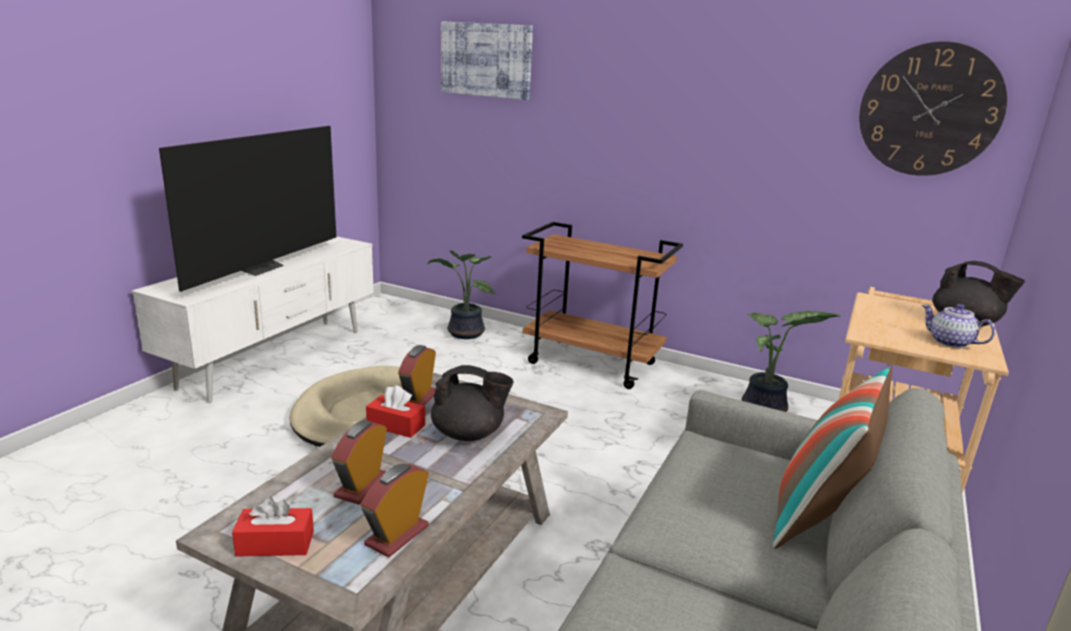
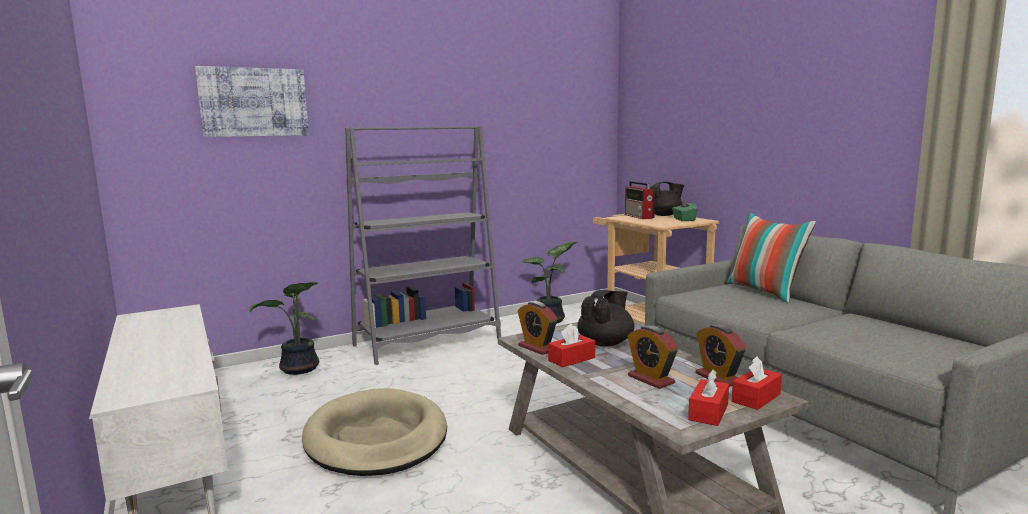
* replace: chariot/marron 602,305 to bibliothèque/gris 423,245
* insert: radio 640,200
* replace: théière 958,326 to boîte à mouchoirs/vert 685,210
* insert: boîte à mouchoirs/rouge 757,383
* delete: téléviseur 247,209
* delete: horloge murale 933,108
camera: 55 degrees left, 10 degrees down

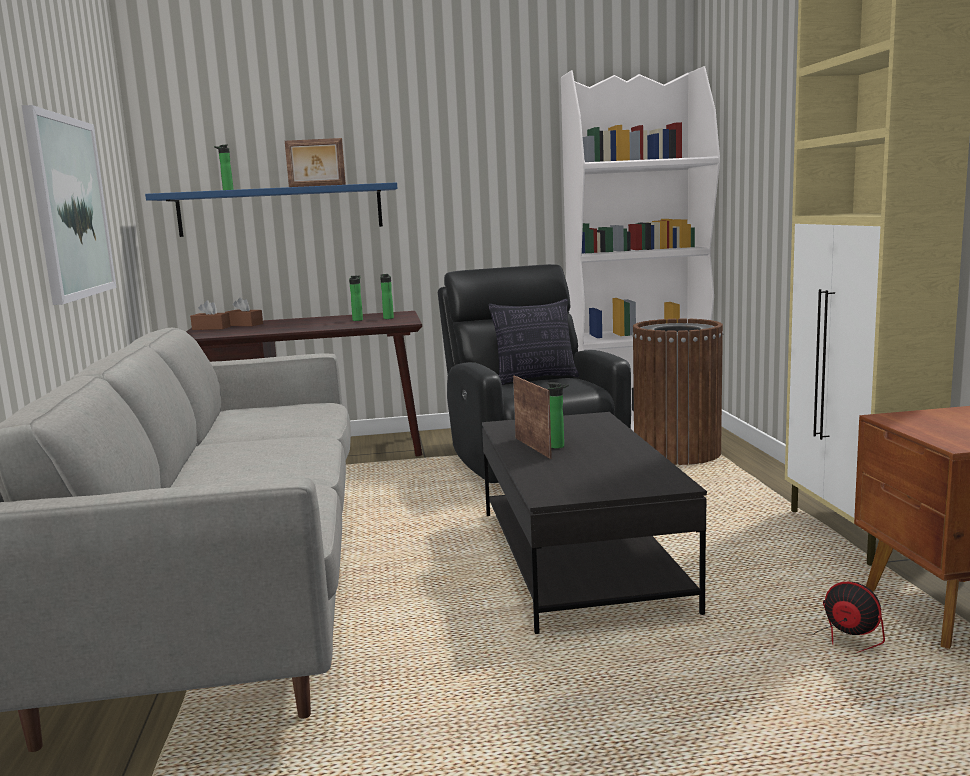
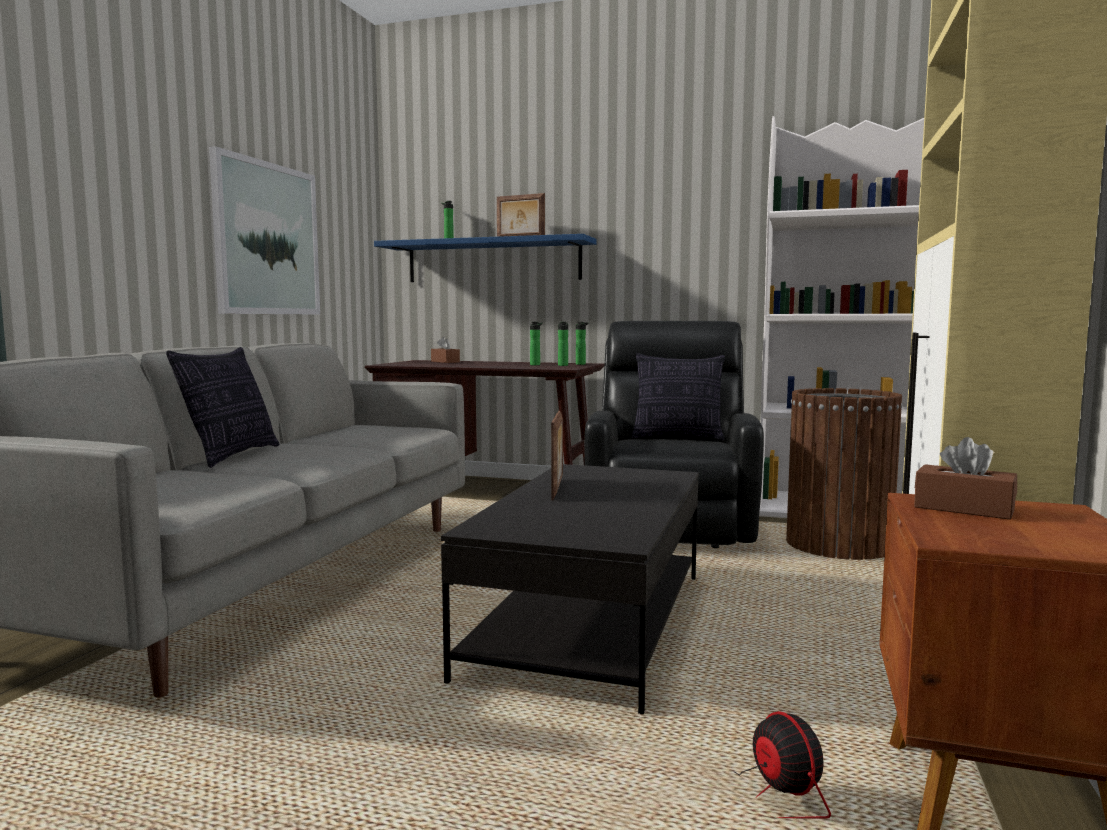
* insert: coussin 222,407
* move: bouteille 558,415 to 582,343
* move: boîte à mouchoirs/marron 210,315 to 965,478
camera: 25 degrees right, 5 degrees down

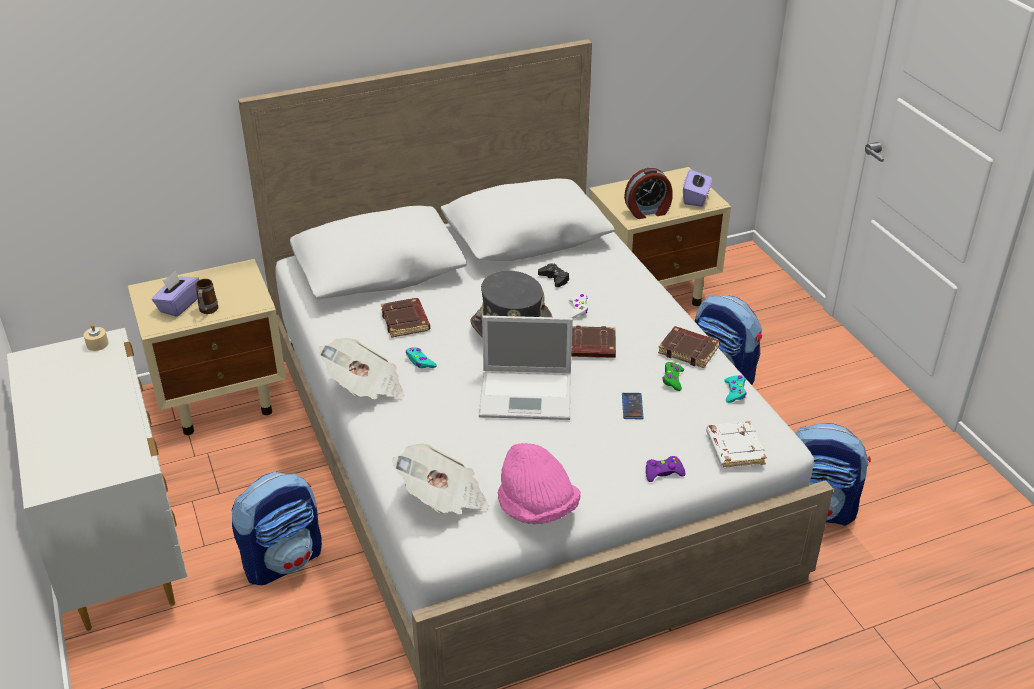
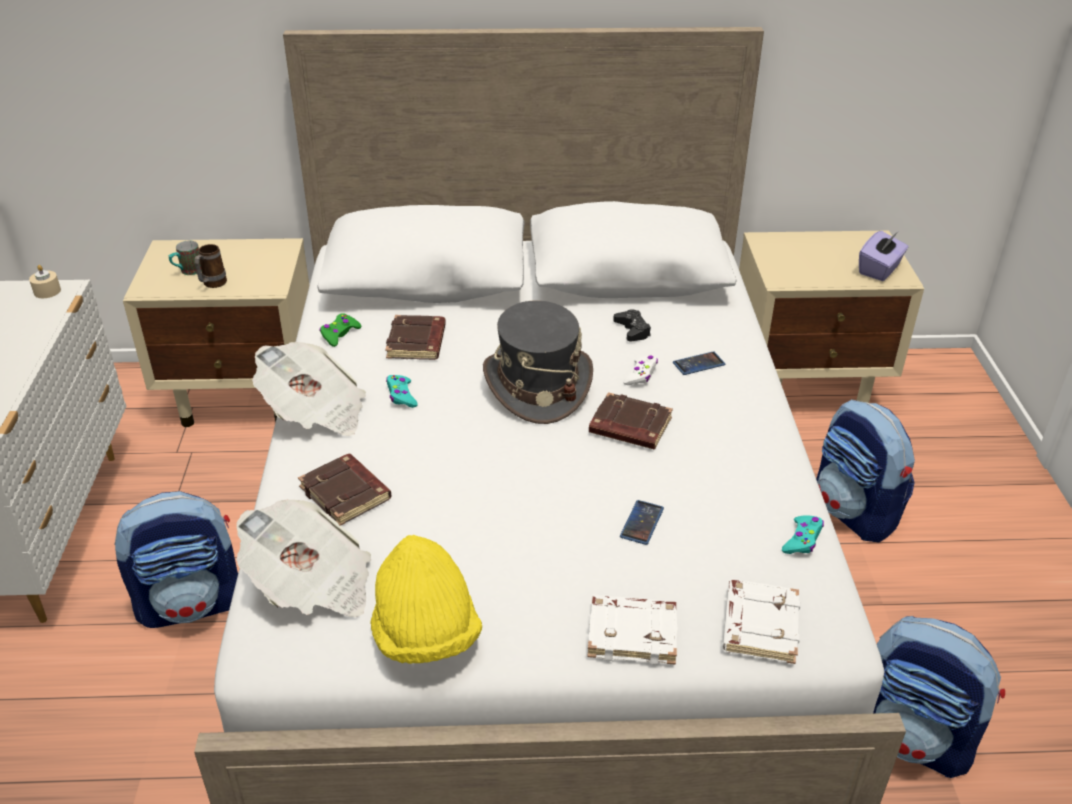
* replace: boîte à mouchoirs/violet 176,294 to mug 185,258
* move: livre/marron 689,347 to 345,490
* move: manette/vert 673,376 to 340,330
* recolor: chapeau/rose 539,484 to chapeau/jaune 426,599
* replace: manette/violet 666,469 to livre/blanc 632,630
* insert: téléphone 699,363
* delete: ordinateur portable 526,368
* delete: réveil 648,193
camera: 20 degrees right, 0 degrees up

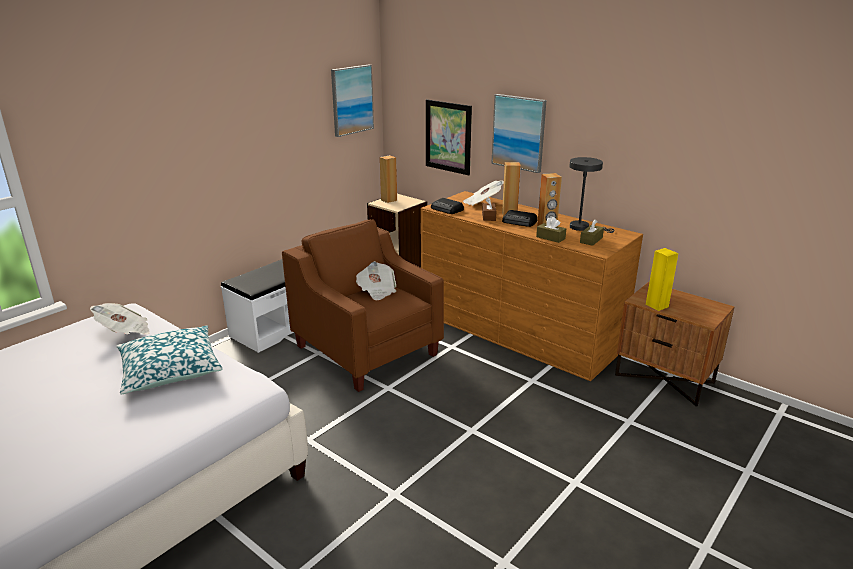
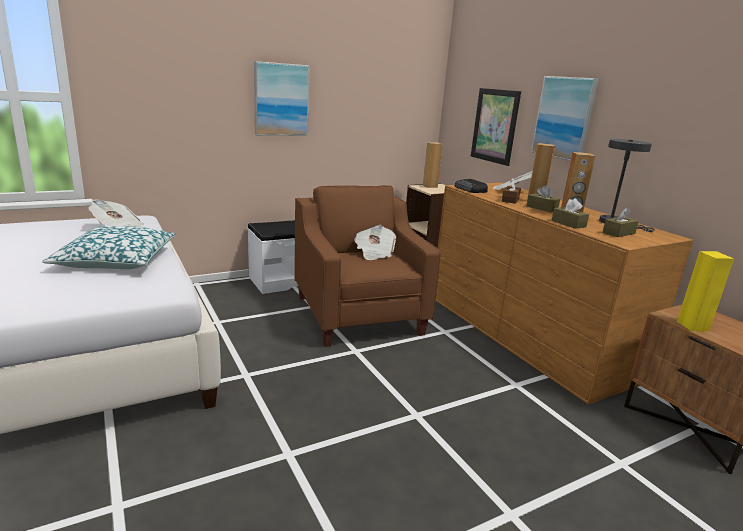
* move: tableau 352,101 to 282,98
* replace: radio 520,218 to boîte à mouchoirs/marron 543,198
camera: 20 degrees right, 5 degrees down

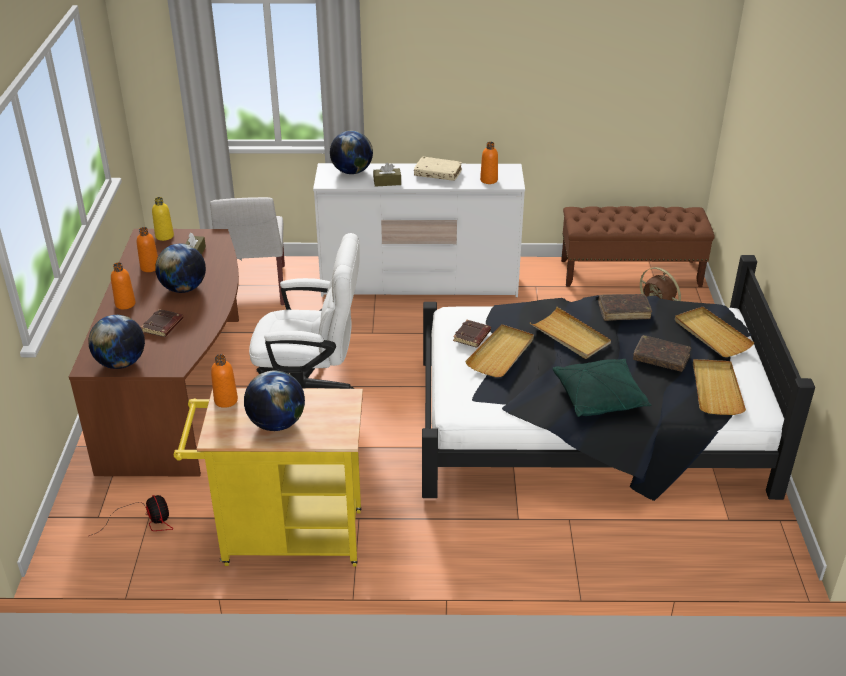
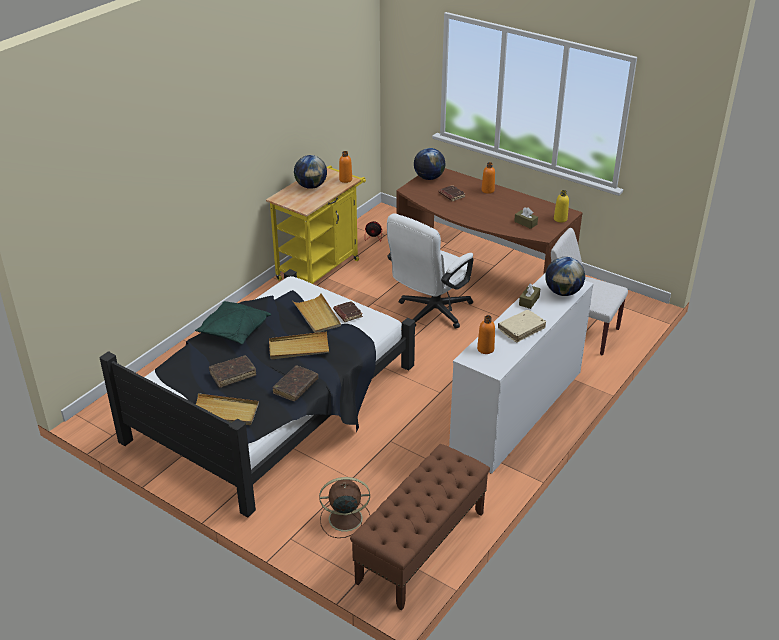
* delete: bouteille/orange 147,249
* delete: globe 180,268
* delete: plateau/beige 719,387
camera: 125 degrees right, 0 degrees up

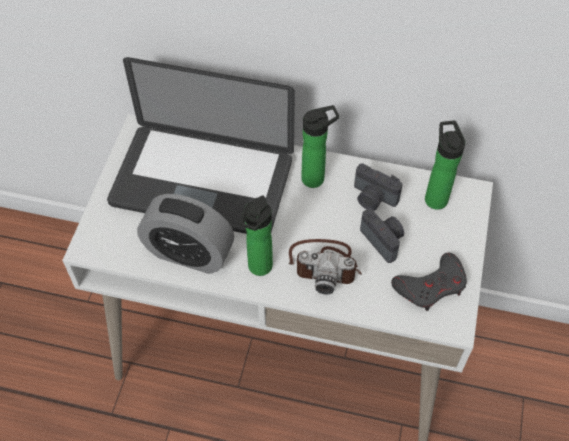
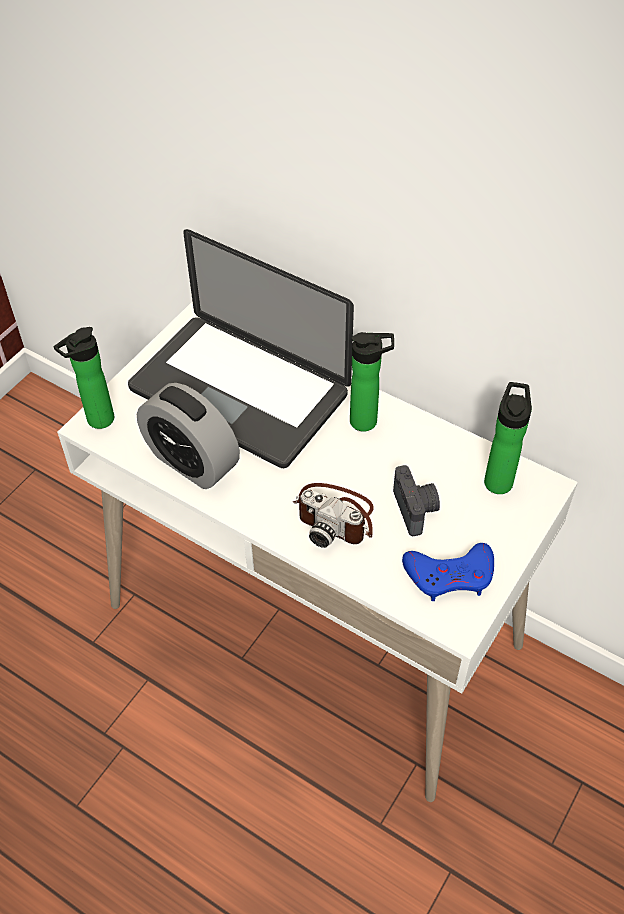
* move: bouteille 256,236 to 84,378
* recolor: manette/gris 429,282 to manette/bleu 448,572
* delete: appareil photo 378,187
camera: 20 degrees right, 5 degrees down

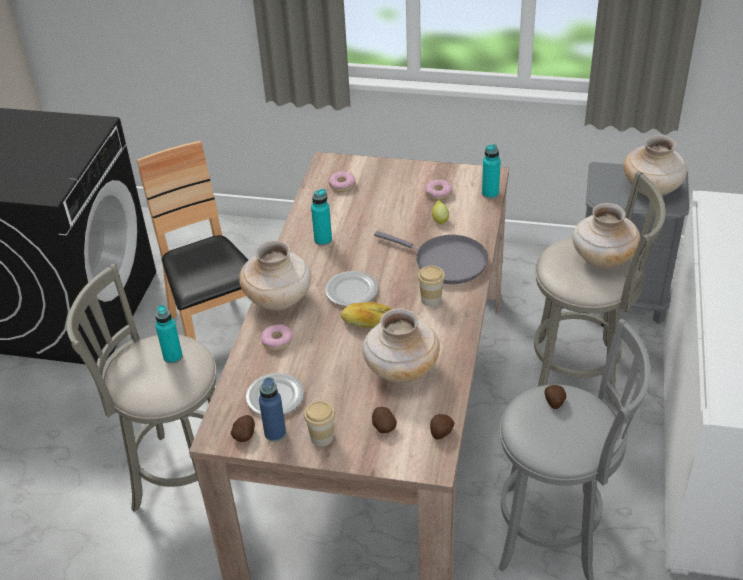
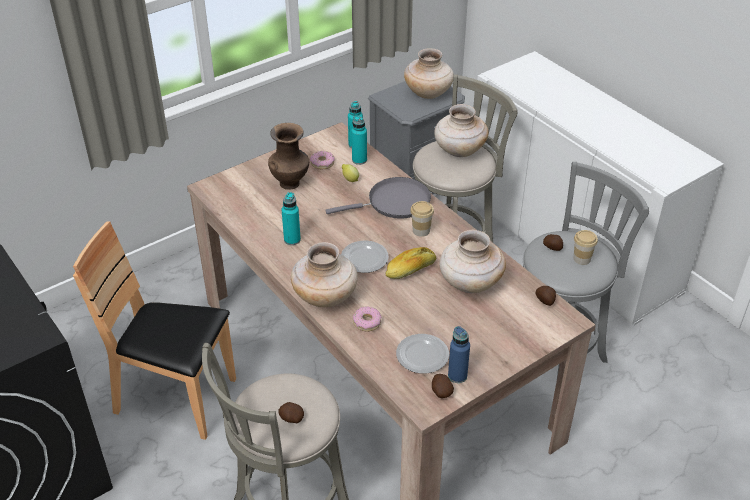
* insert: vase/marron 288,156
* move: pomme de terre 384,420 to 291,412
* move: bouteille/turquoise 169,334 to 359,140
* move: tasse 319,424 to 585,247
* delete: beignet 342,181
camera: 50 degrees left, 0 degrees up

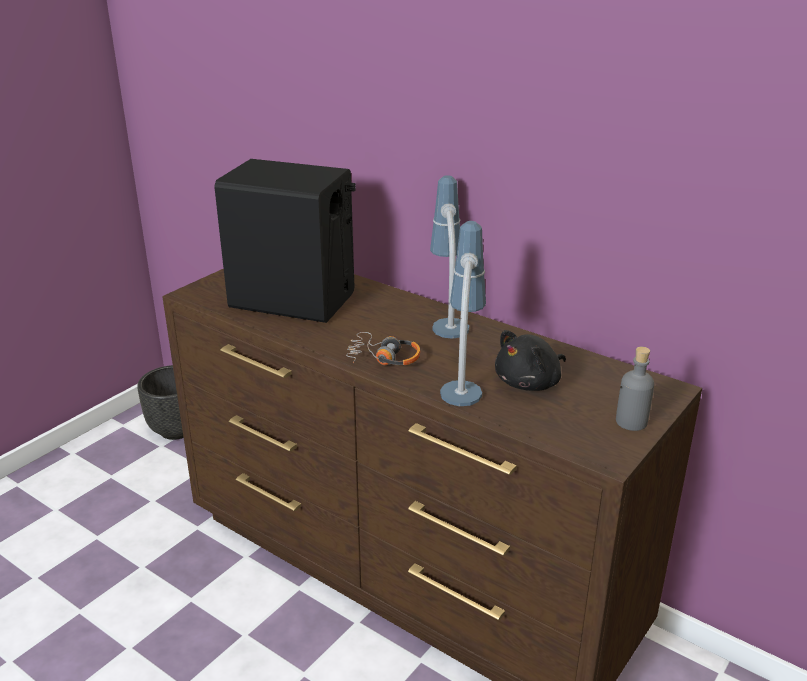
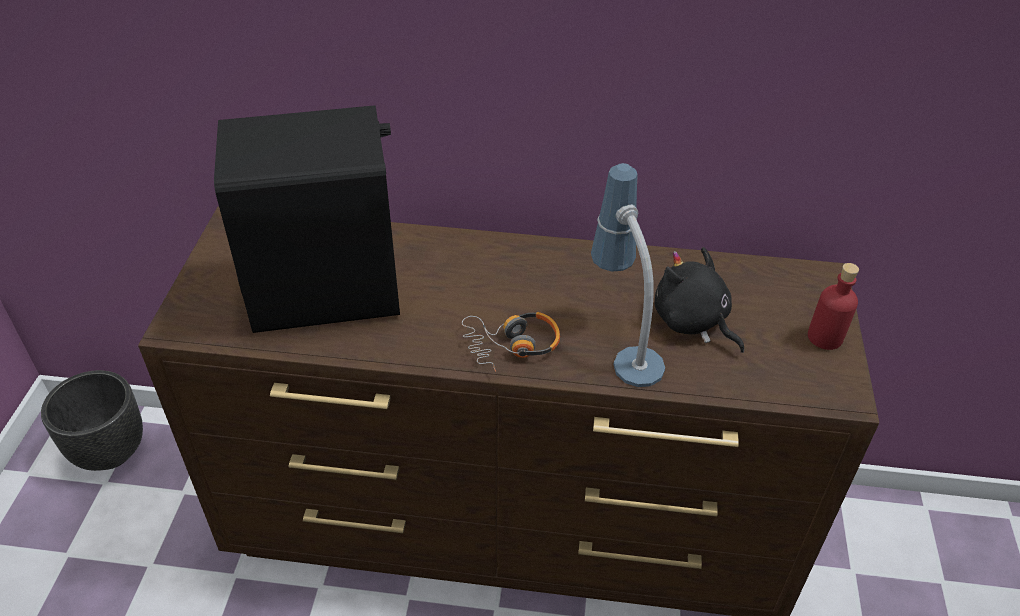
* rotate: peluche/noir 530,360 = 699,300 120 degrees clockwise
* recolor: bouteille/gris 635,389 to bouteille/rouge 833,306
* delete: lampe de table 449,257
camera: 30 degrees left, 15 degrees up

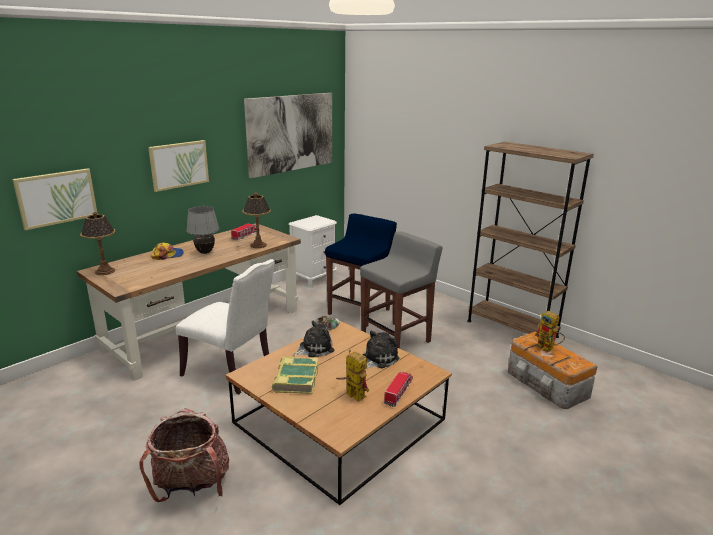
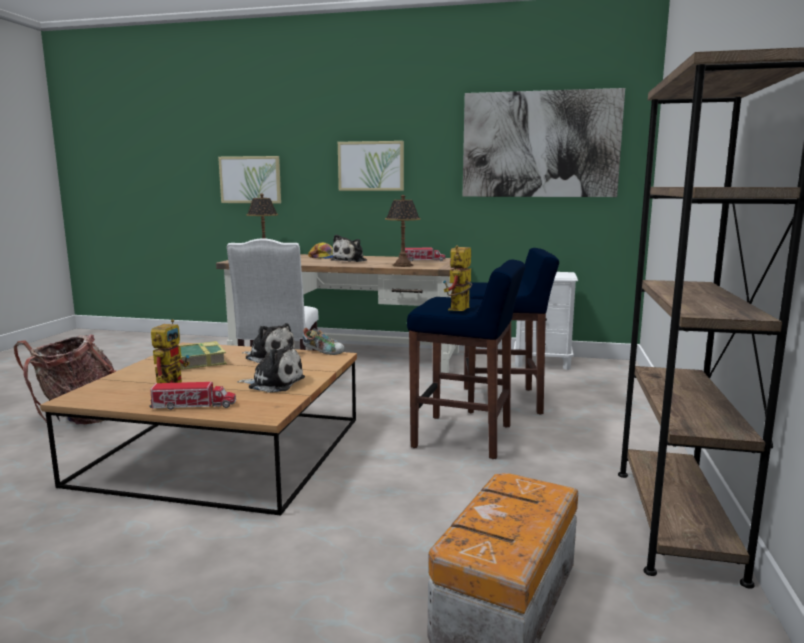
* replace: lampe de table/gris 202,230 to peluche 349,248
* recolor: tabouret/gris 401,289 to tabouret/bleu 466,359
* move: robot jouet 550,332 to 457,278
camera: 60 degrees right, 10 degrees down

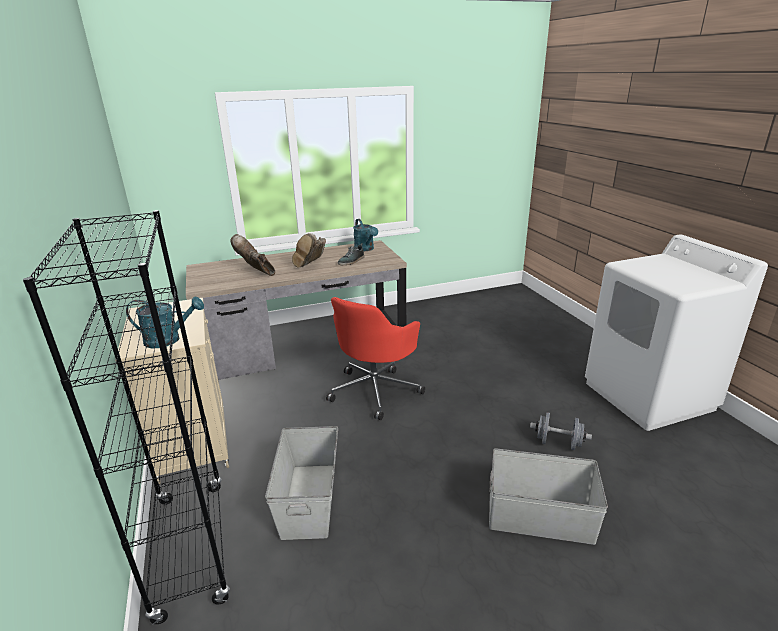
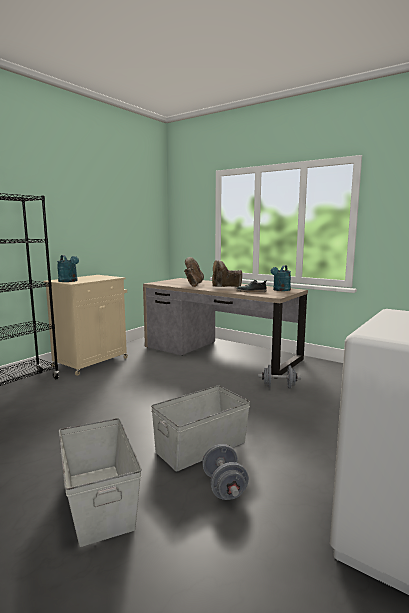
* move: boîte de rangement/gris 301,483 to 200,428
* insert: haltère/gris 279,377
* delete: chaise de bureau/rouge 375,358
camera: 55 degrees right, 15 degrees down

